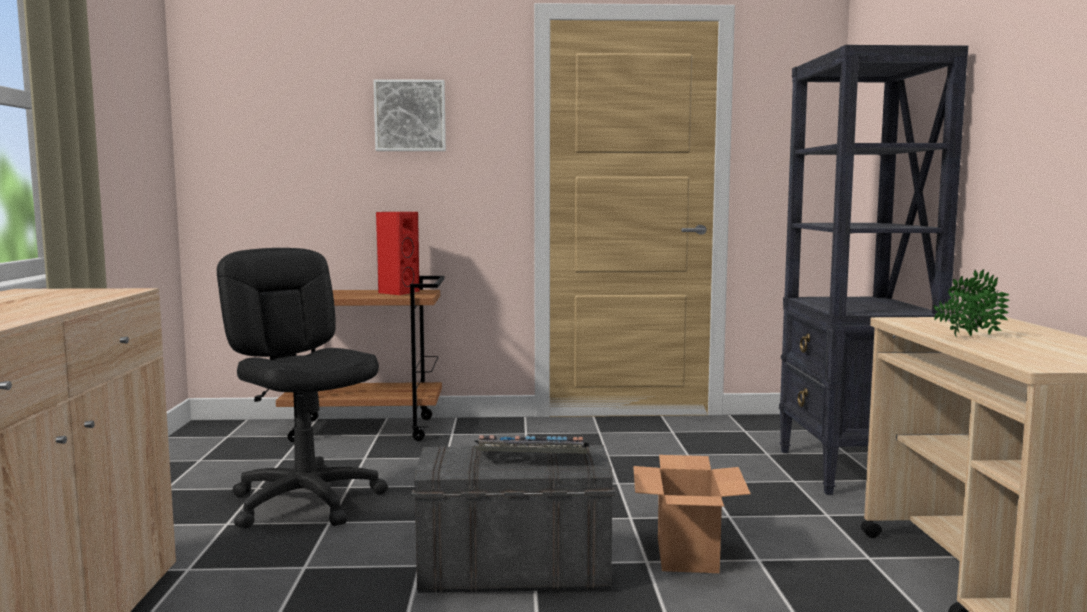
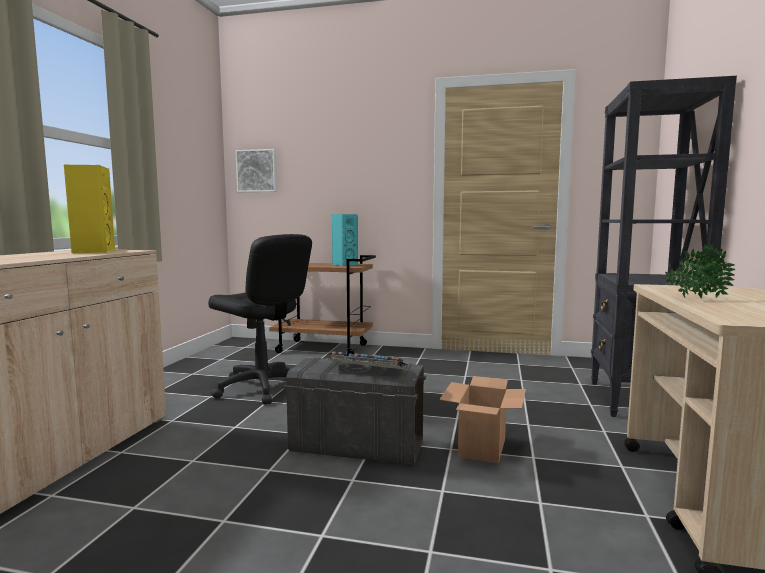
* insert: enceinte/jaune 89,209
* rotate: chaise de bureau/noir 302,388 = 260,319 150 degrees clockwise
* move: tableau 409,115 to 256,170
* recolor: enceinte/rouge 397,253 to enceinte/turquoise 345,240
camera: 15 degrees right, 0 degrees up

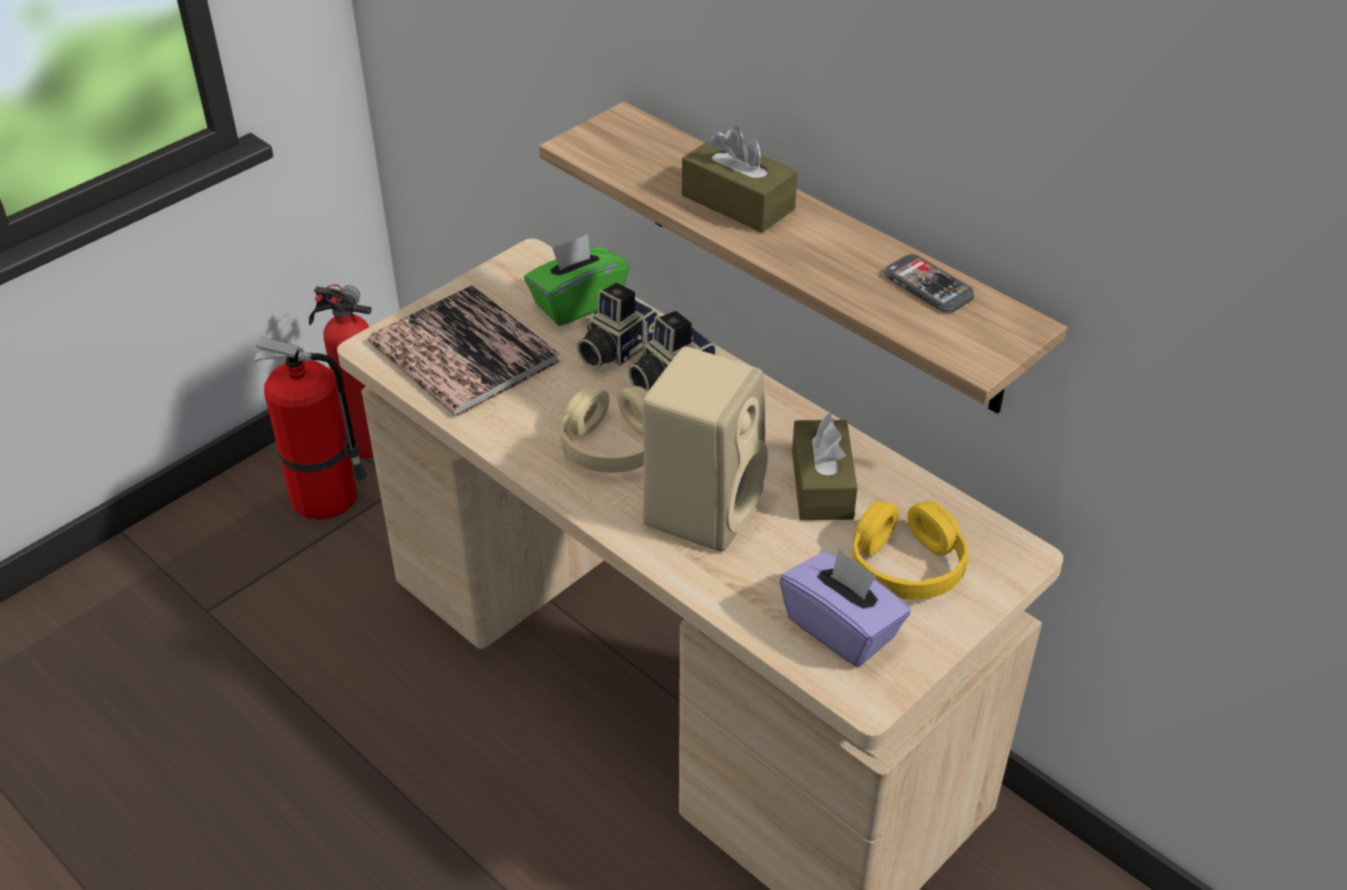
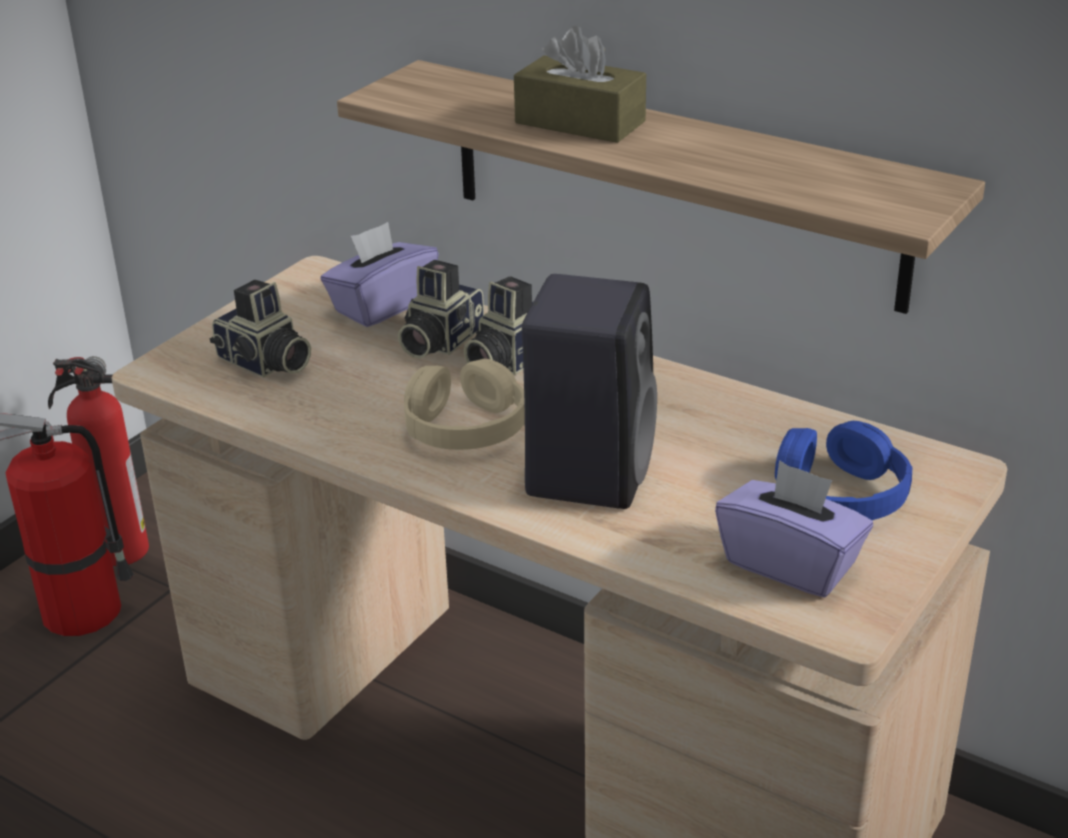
* replace: livre 464,350 to appareil photo 260,328
* recolor: boîte à mouchoirs/vert 576,280 to boîte à mouchoirs/violet 379,274
* recolor: enceinte/beige 705,449 to enceinte/noir 589,391
* recolor: casque audio/jaune 910,550 to casque audio/bleu 843,470
* delete: boîte à mouchoirs/marron 824,467
* delete: téléphone 929,283
camera: 10 degrees left, 10 degrees down

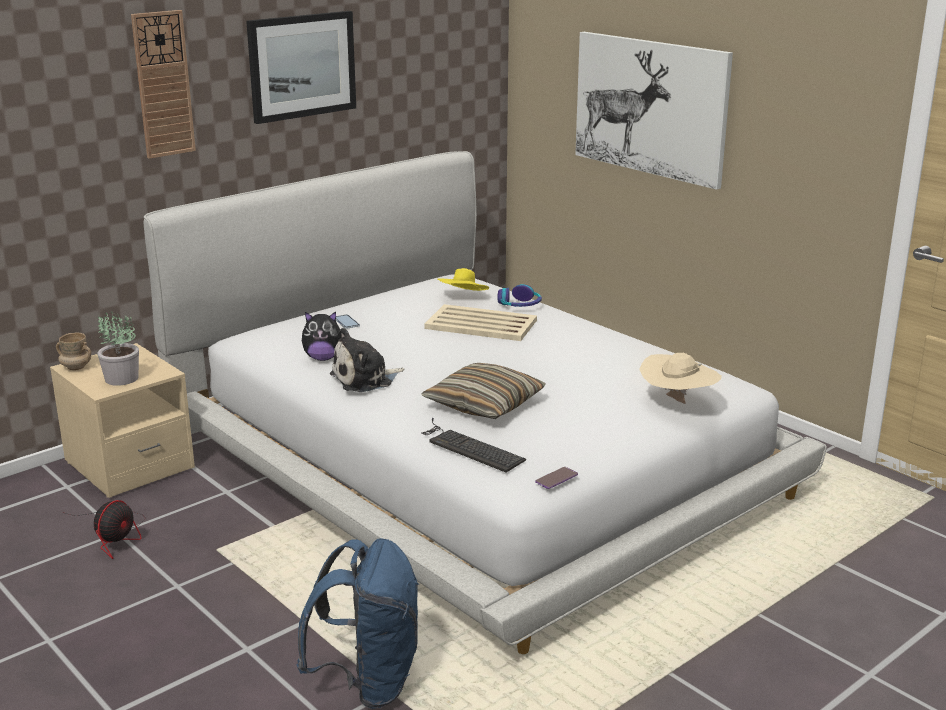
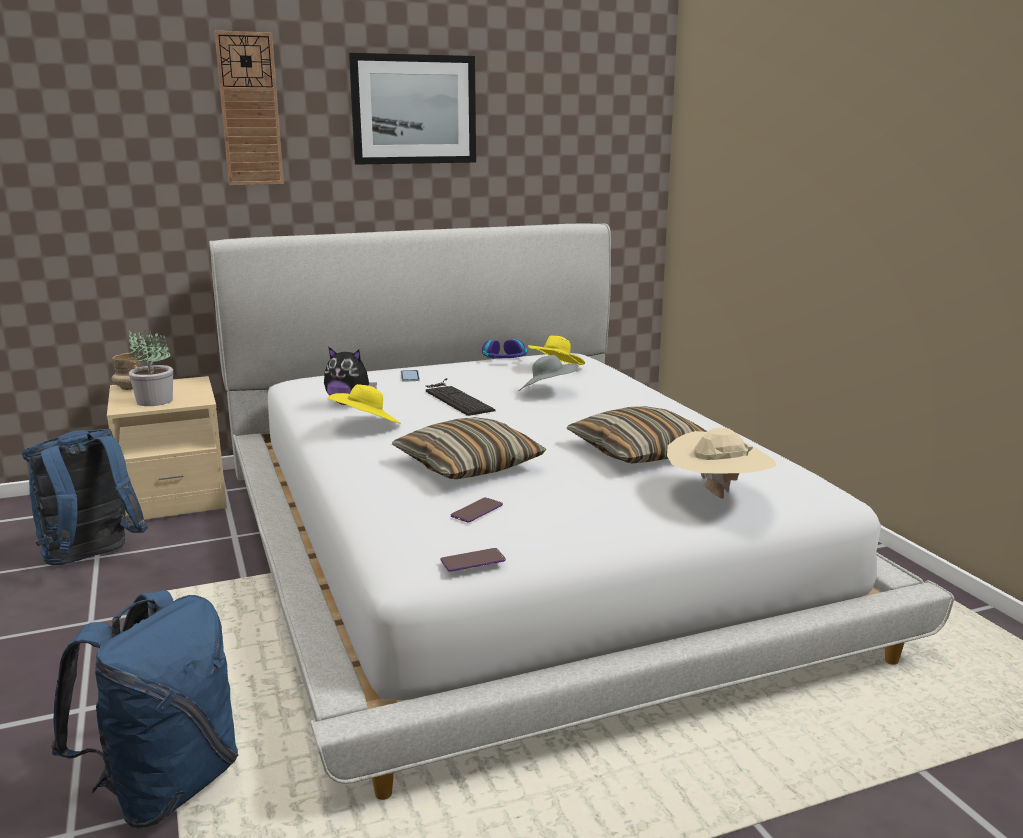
* replace: ventilateur 104,529 to sac à dos/bleu 85,497
* replace: peluche 367,360 to chapeau/jaune 364,404
* move: clavier 473,445 to 461,397
* insert: téléphone 477,510
* move: casque audio 520,295 to 505,348
* replace: plateau/beige 481,322 to chapeau/gris 548,373
* insert: coussin 637,435
* delete: tableau 654,111
camera: 20 degrees right, 5 degrees down

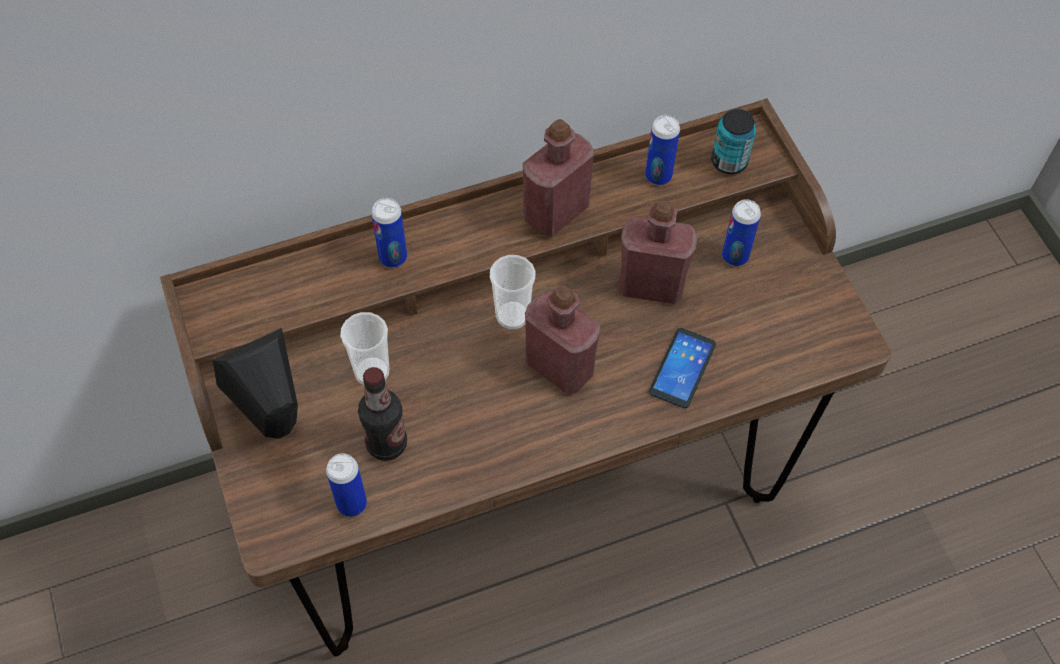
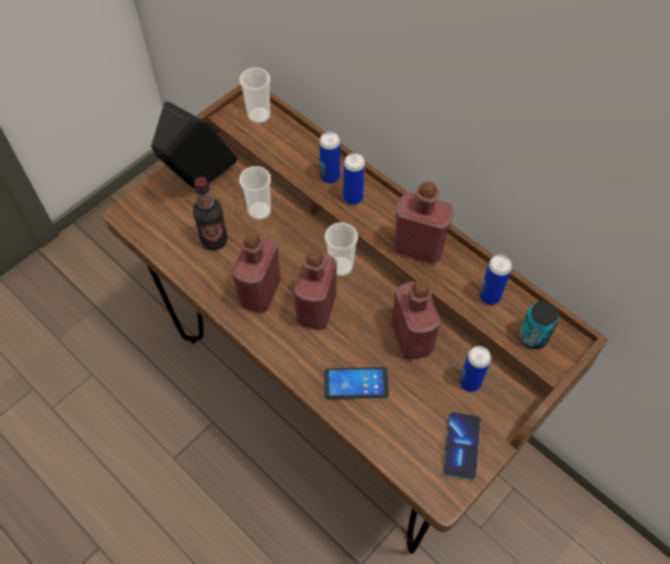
* insert: bouteille/rouge 256,272
* insert: tasse 254,95
* move: boîte métallique 346,485 to 354,179
* insert: téléphone 462,446
camera: 65 degrees right, 0 degrees up

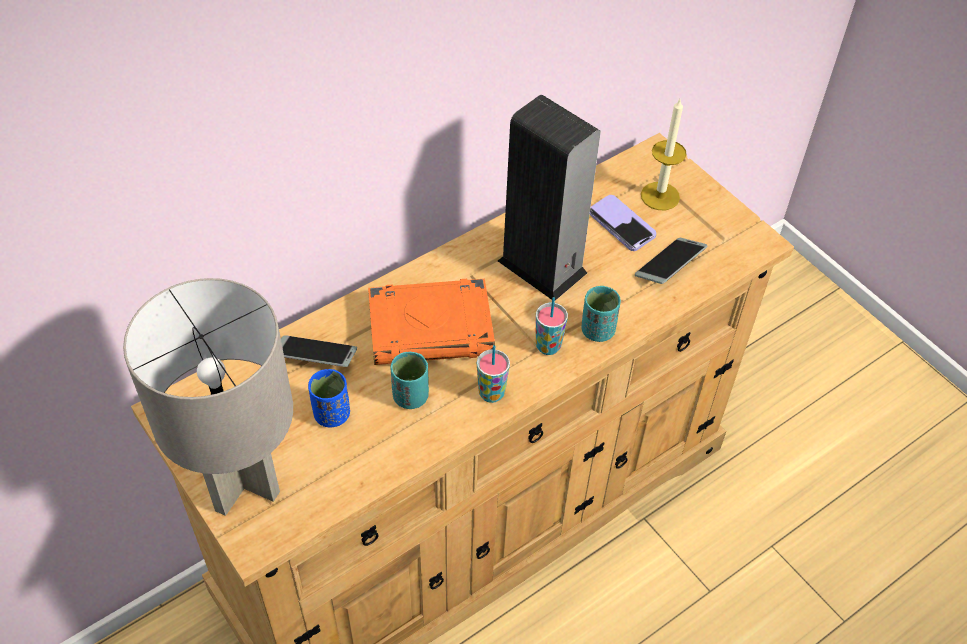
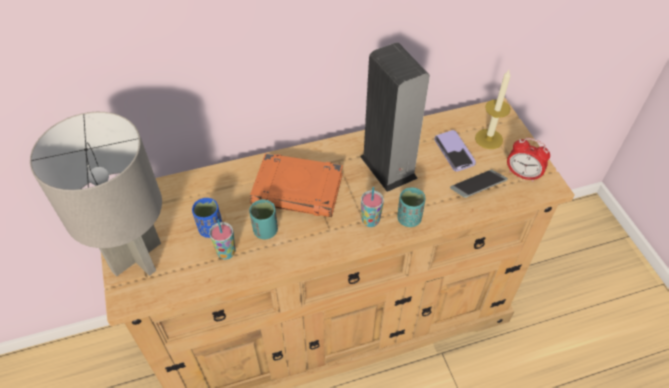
* move: tasse 493,374 to 222,239
* insert: réveil 528,160
* delete: téléphone 319,351
camera: 20 degrees right, 0 degrees up

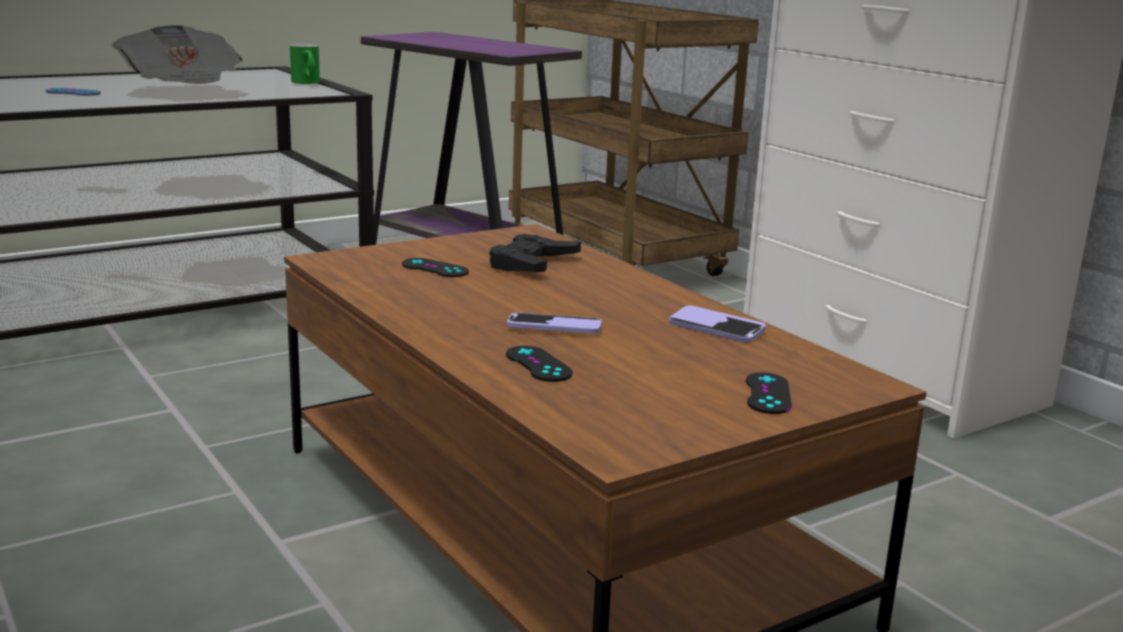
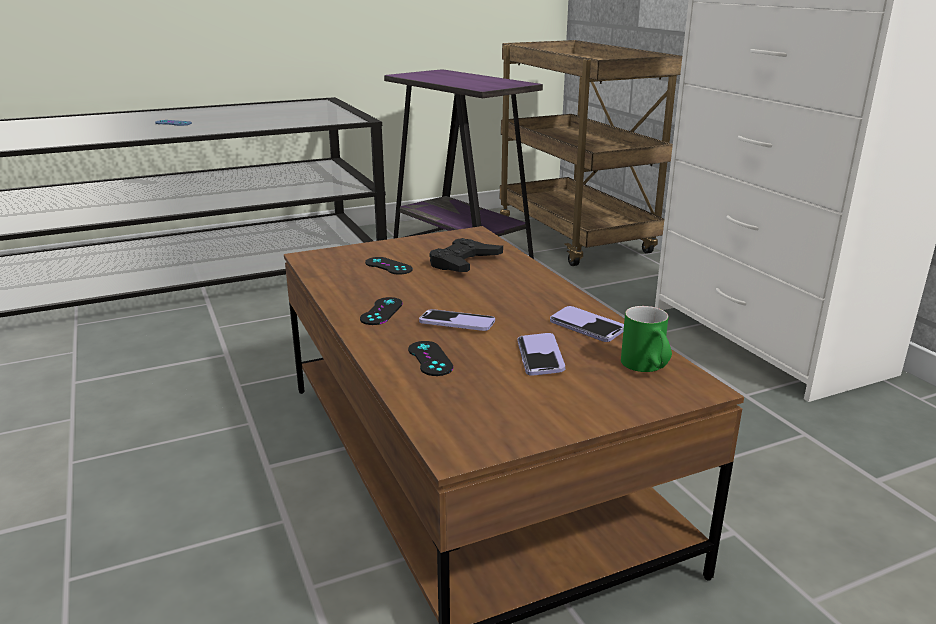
* move: manette/noir 769,393 to 381,311
* insert: téléphone 541,354
* move: mug/vert 305,64 to 646,339
* delete: journal 177,54
camera: 10 degrees right, 5 degrees up

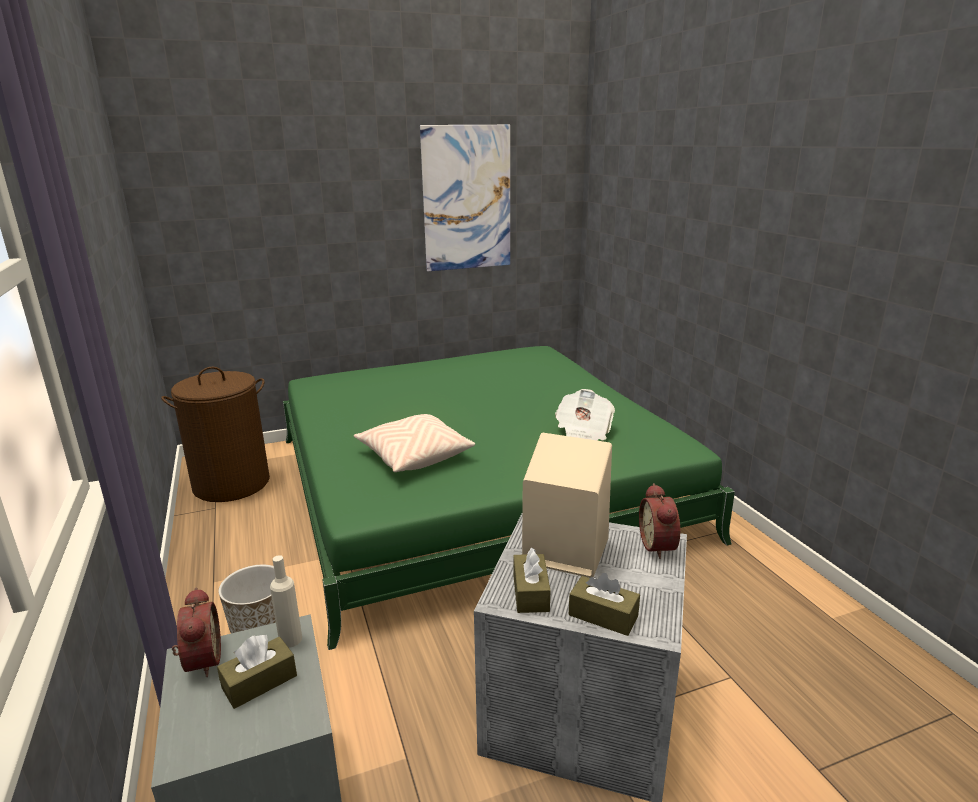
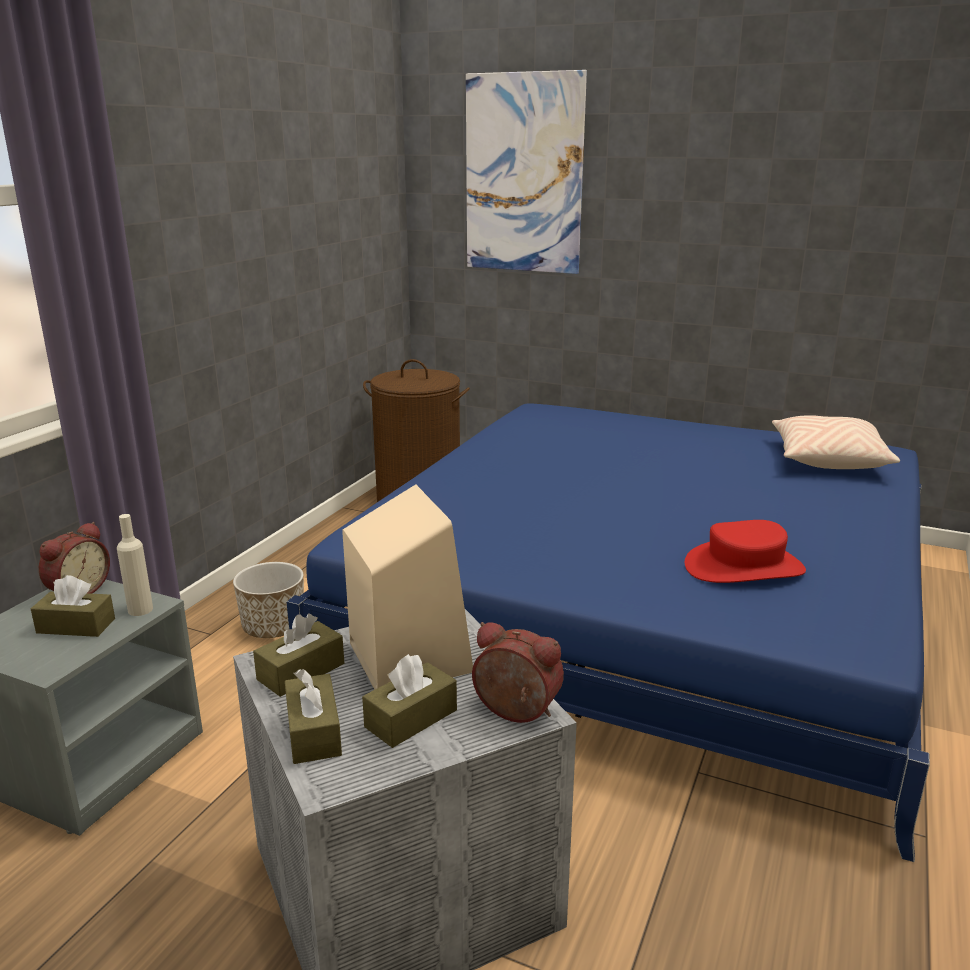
* recolor: lit/vert 509,498 to lit/bleu 608,632
* insert: boîte à mouchoirs/marron 409,701
* move: tableau 465,198 to 526,172
* rotate: réveil 659,521 = 518,672 75 degrees clockwise
* replace: journal 585,415 to chapeau/rouge 745,551
* move: coussin/beige 414,443 to 836,442
camera: 45 degrees right, 0 degrees up

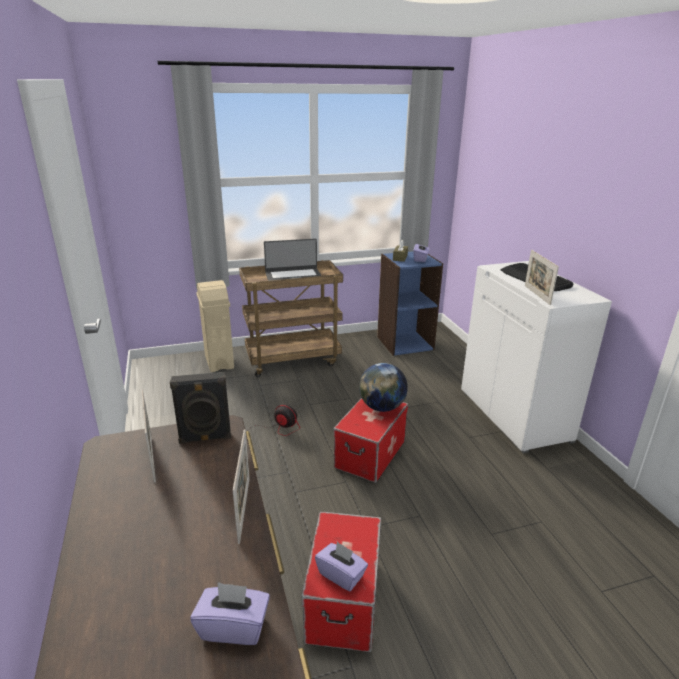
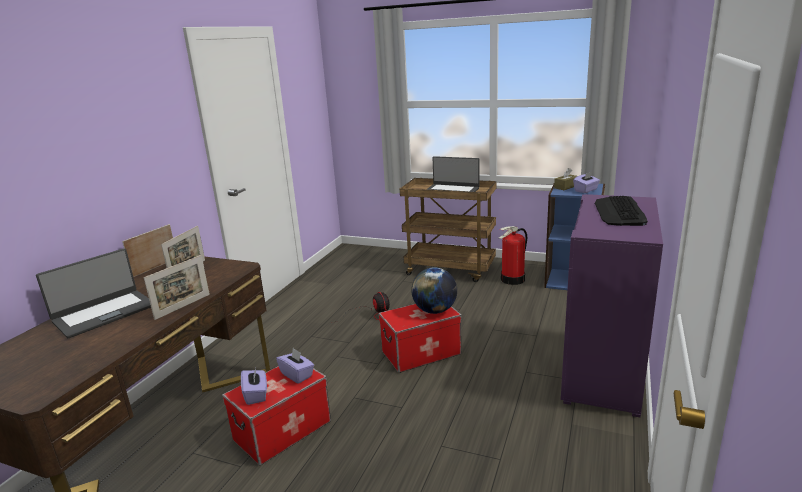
* insert: ordinateur portable 93,293
* move: cadre photo 542,277 to 147,250
* move: boîte à mouchoirs/violet 230,613 to 295,366
* insert: extincteur 513,255
* recolor: meuble de rangement/blanc 536,357 to meuble de rangement/violet 612,305
* delete: enceinte/noir 200,408
* delete: poubelle/beige 215,326
camera: 40 degrees right, 5 degrees down

